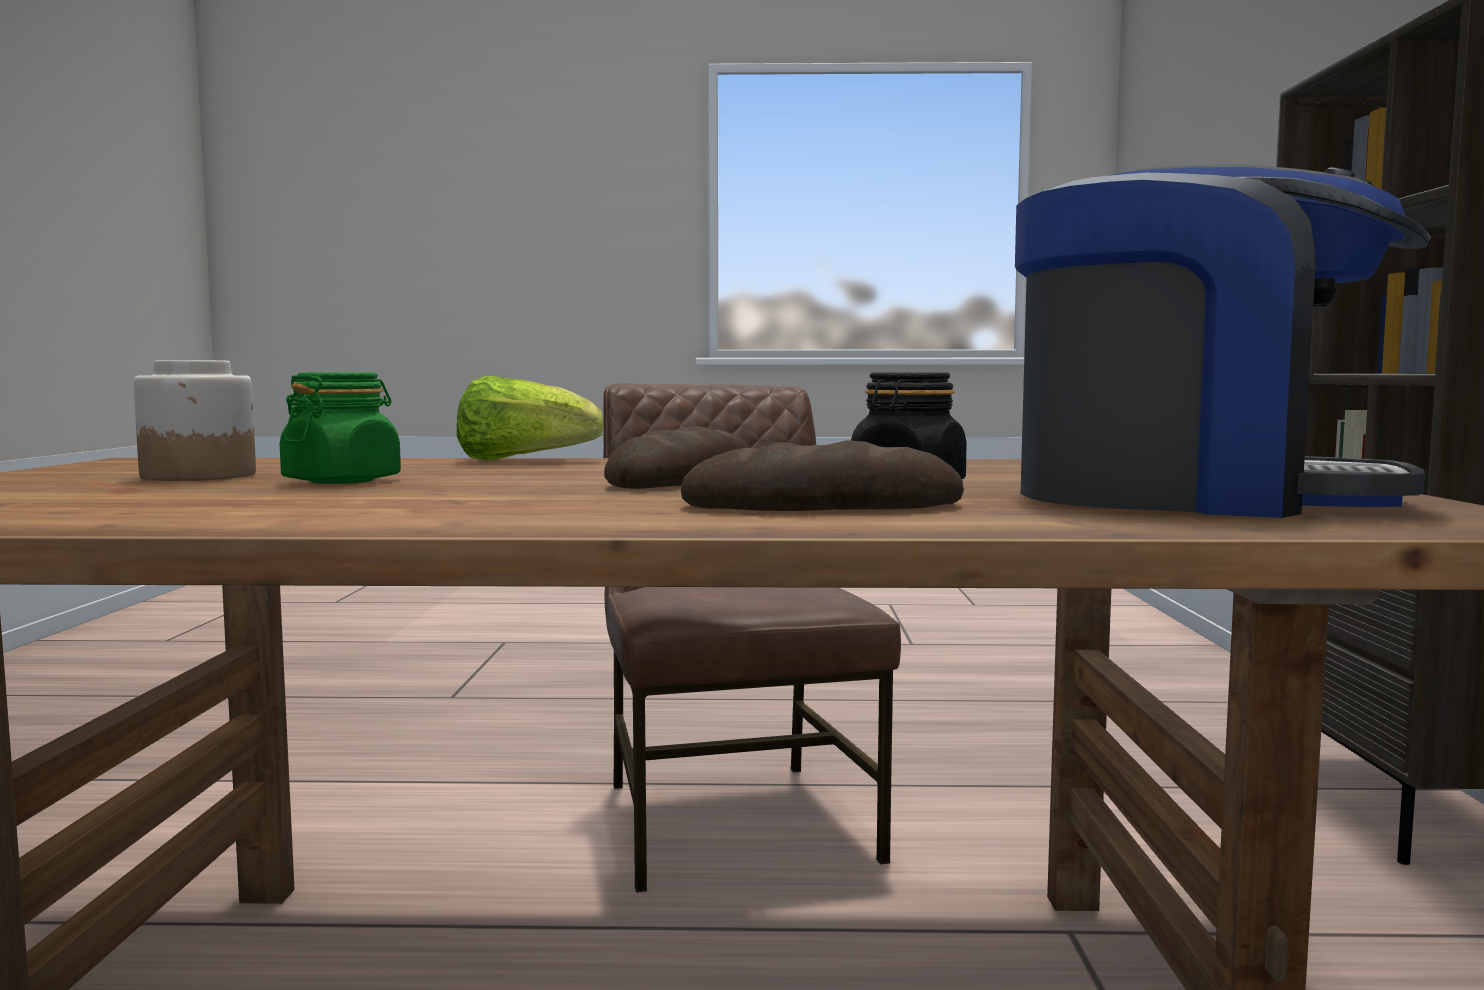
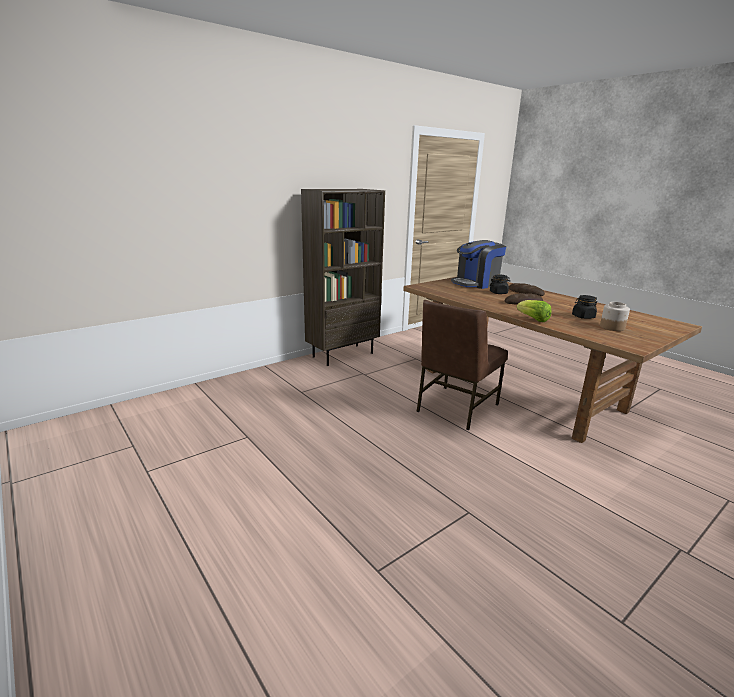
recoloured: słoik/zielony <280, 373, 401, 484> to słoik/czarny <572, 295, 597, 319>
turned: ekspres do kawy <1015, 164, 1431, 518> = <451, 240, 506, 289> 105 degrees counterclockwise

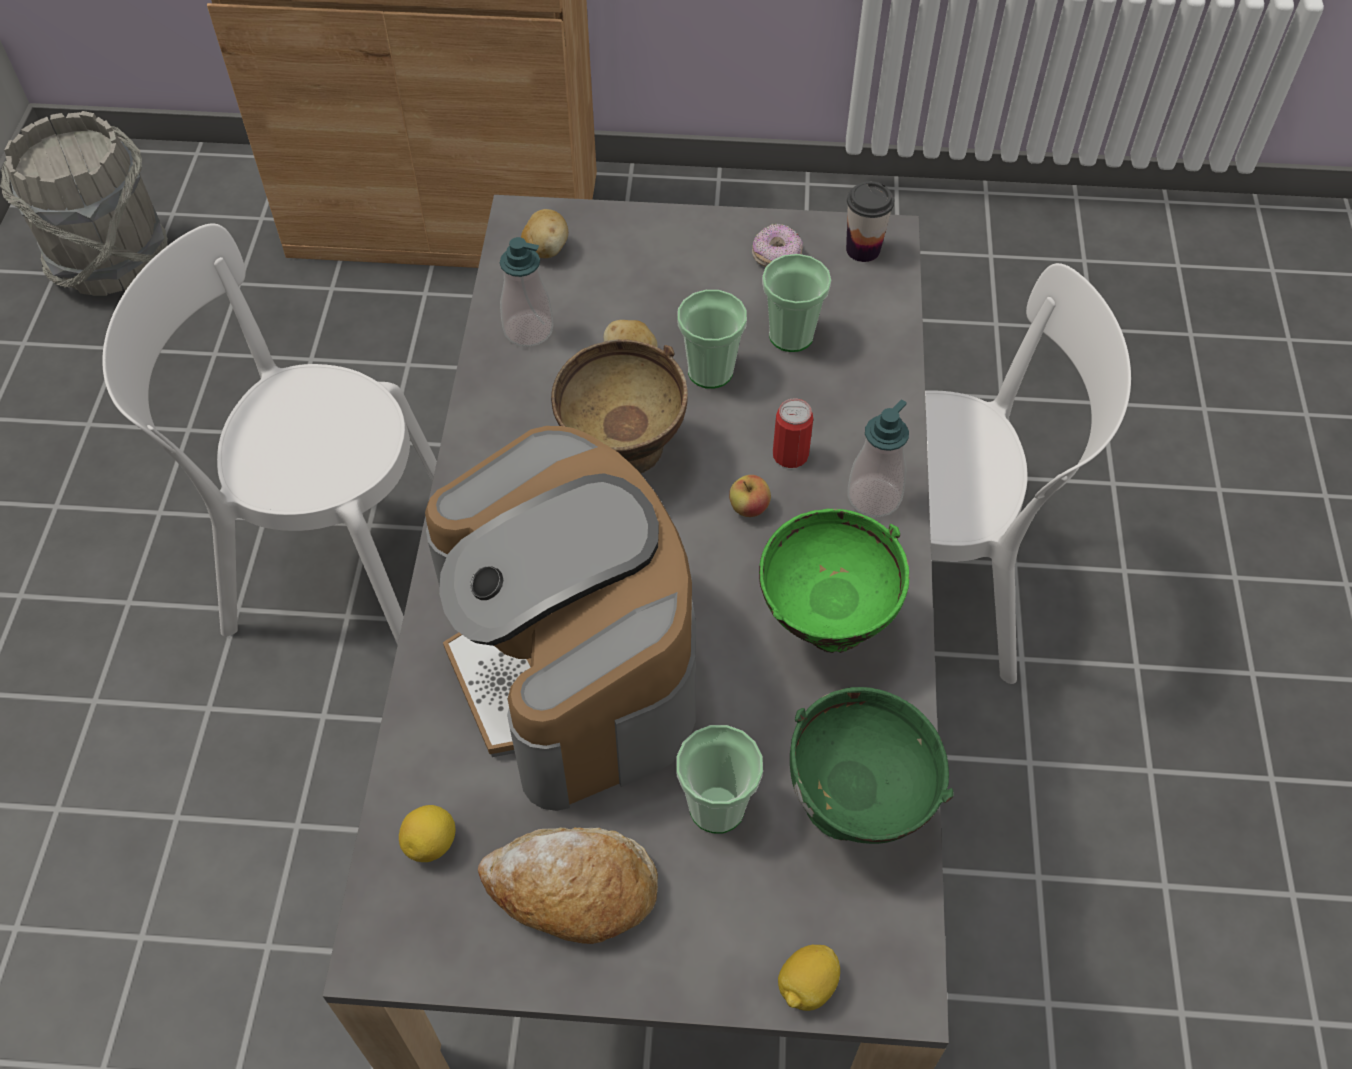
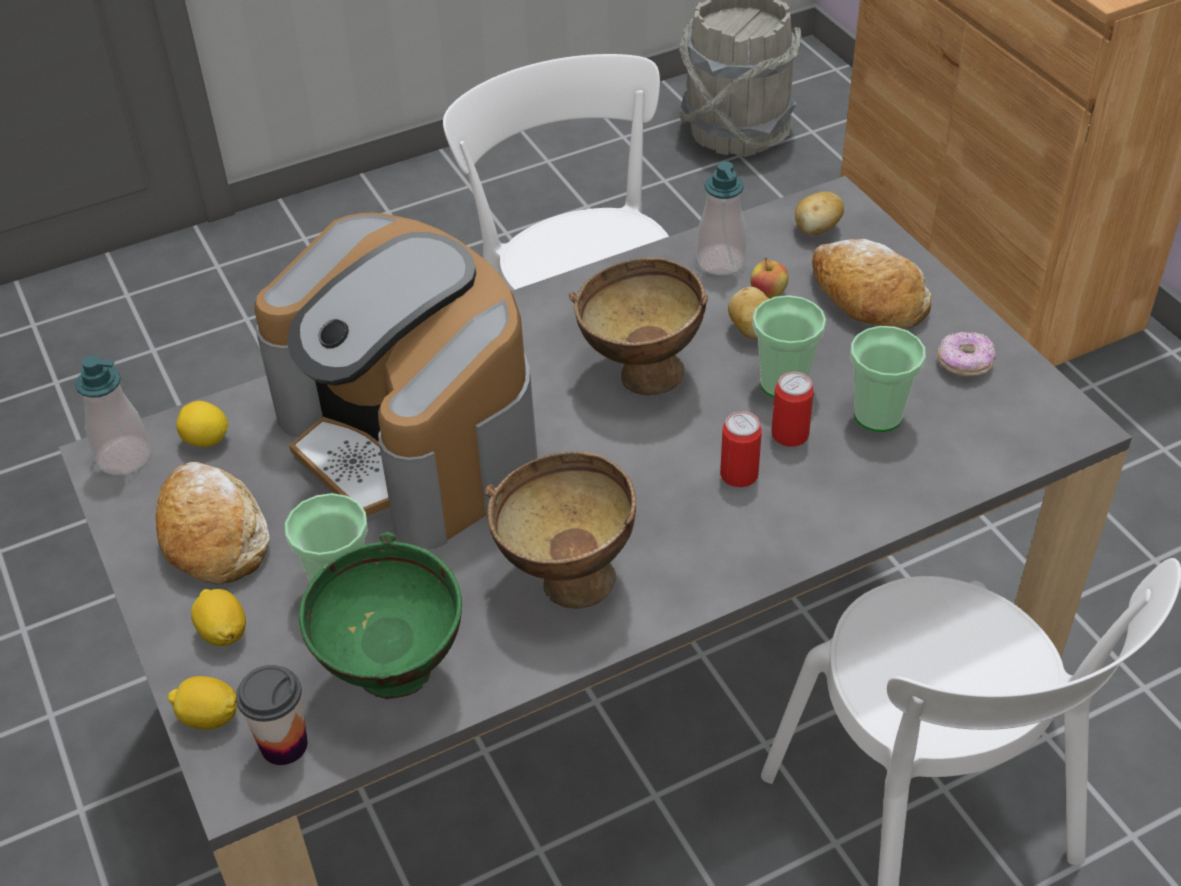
added: chleb <812, 239, 931, 329>; puszka <771, 372, 814, 447>; cytryna <191, 589, 246, 646>
moved: filiżanka <846, 181, 894, 262> to <236, 665, 308, 765>; dozownik mydła <847, 400, 909, 518> to <75, 355, 151, 475>; jabłko <729, 475, 771, 517> to <750, 258, 789, 299>
recoloured: miska/zielony <759, 509, 909, 653> to miska/brązowy <485, 452, 636, 609>
turned: ekspres do kawy <425, 426, 696, 811> = <254, 212, 538, 550> 75 degrees counterclockwise

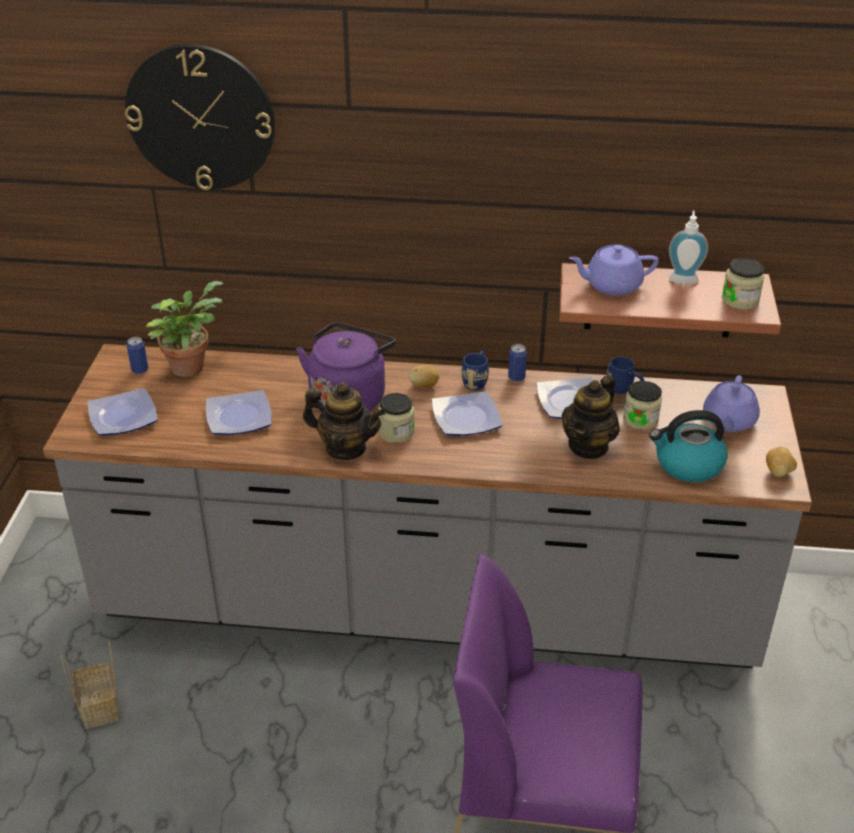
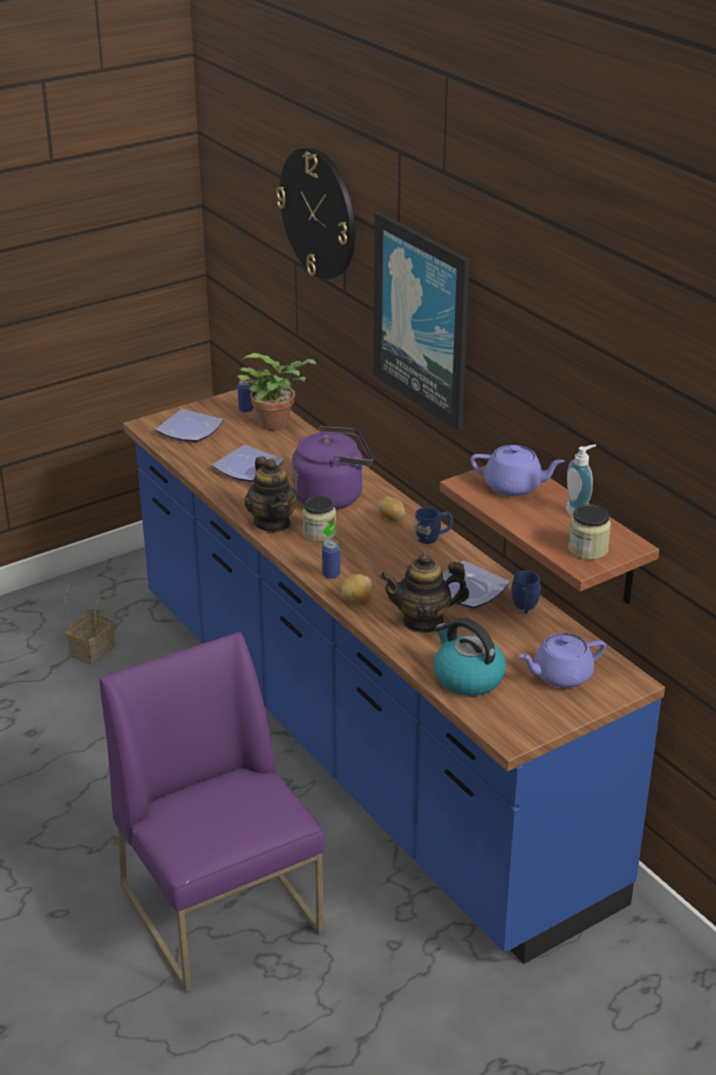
removed: słoik <623, 381, 662, 430>; talerz <432, 391, 503, 436>
added: obraz <374, 212, 470, 431>
moved: puszka <508, 344, 527, 382> to <322, 540, 340, 579>; ziemniak <766, 447, 797, 477> to <341, 574, 372, 601>
recoloured: zabudowa kuchenna/szary <43, 344, 812, 668> to zabudowa kuchenna/niebieski <123, 389, 665, 964>
turned: imbryk/fioletowy <569, 245, 659, 296> = <470, 445, 565, 497> 150 degrees clockwise

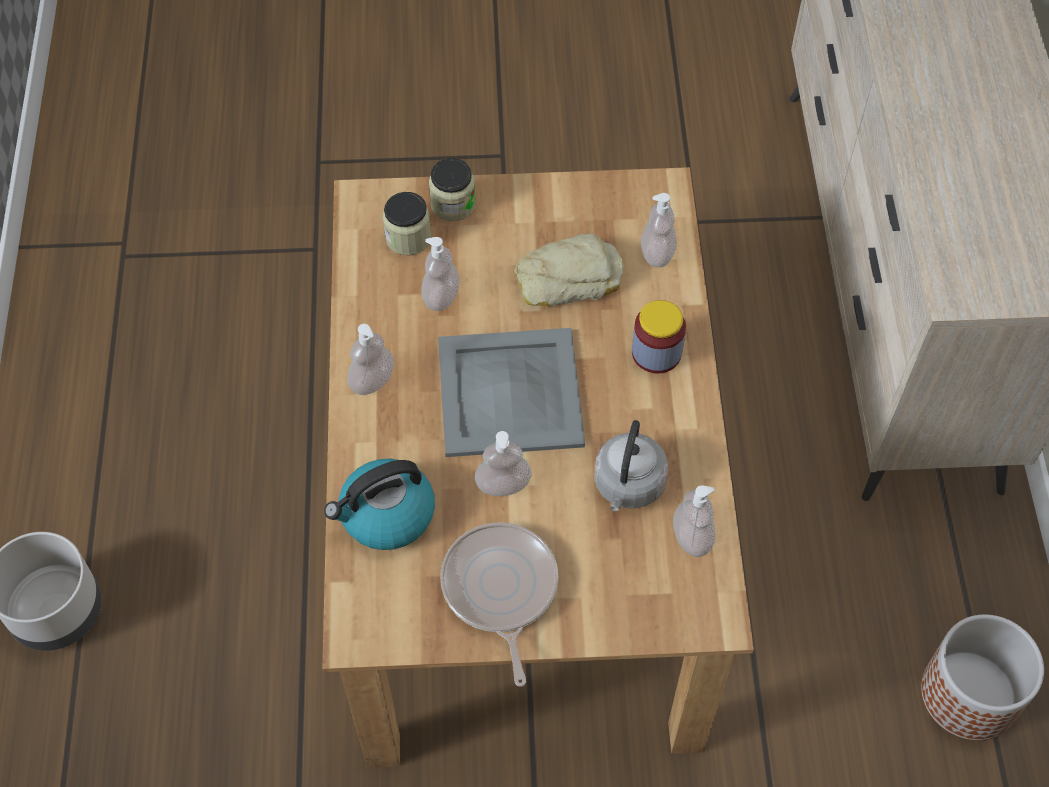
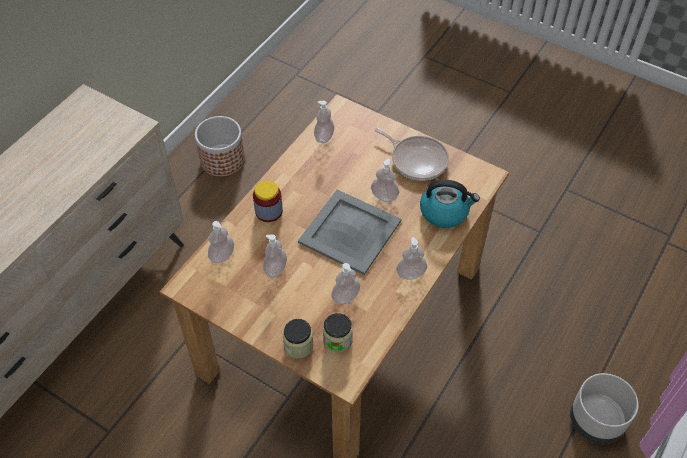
removed: czajnik/szary <594, 420, 668, 511>
replaced: chleb <515, 233, 624, 306> to dozownik mydła <263, 234, 287, 278>
turned: patelnia <440, 522, 558, 687> = <374, 128, 449, 181> 75 degrees counterclockwise

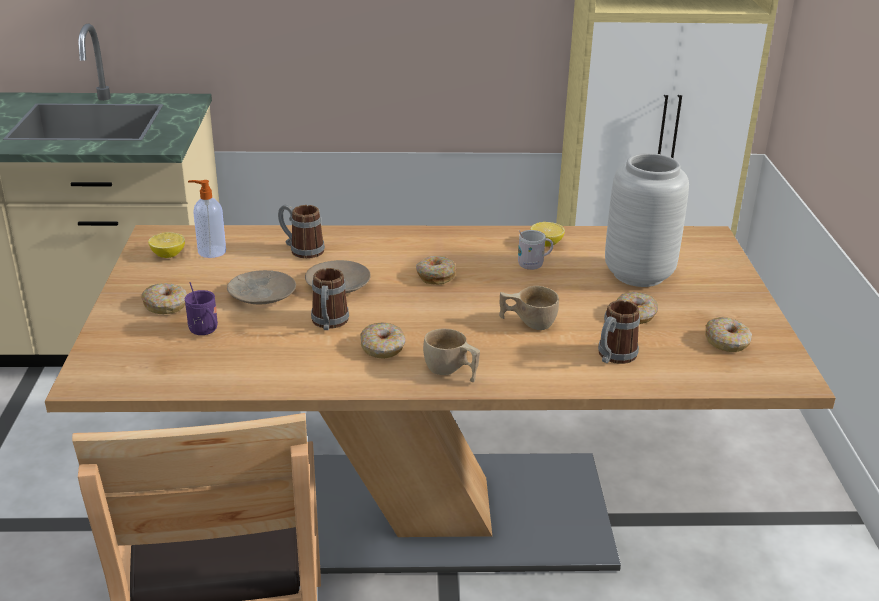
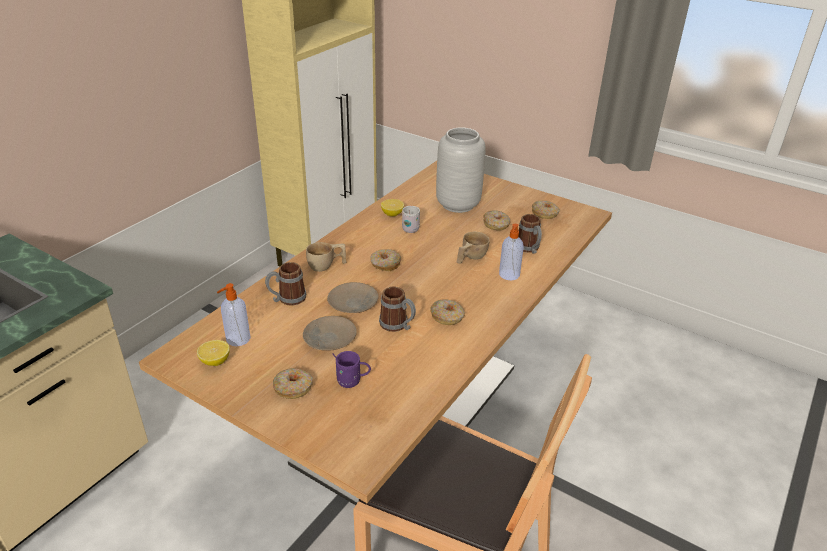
added: dozownik mydła <499, 224, 524, 280>
moved: filiżanka/beżowy <423, 329, 480, 382> to <306, 242, 347, 272>

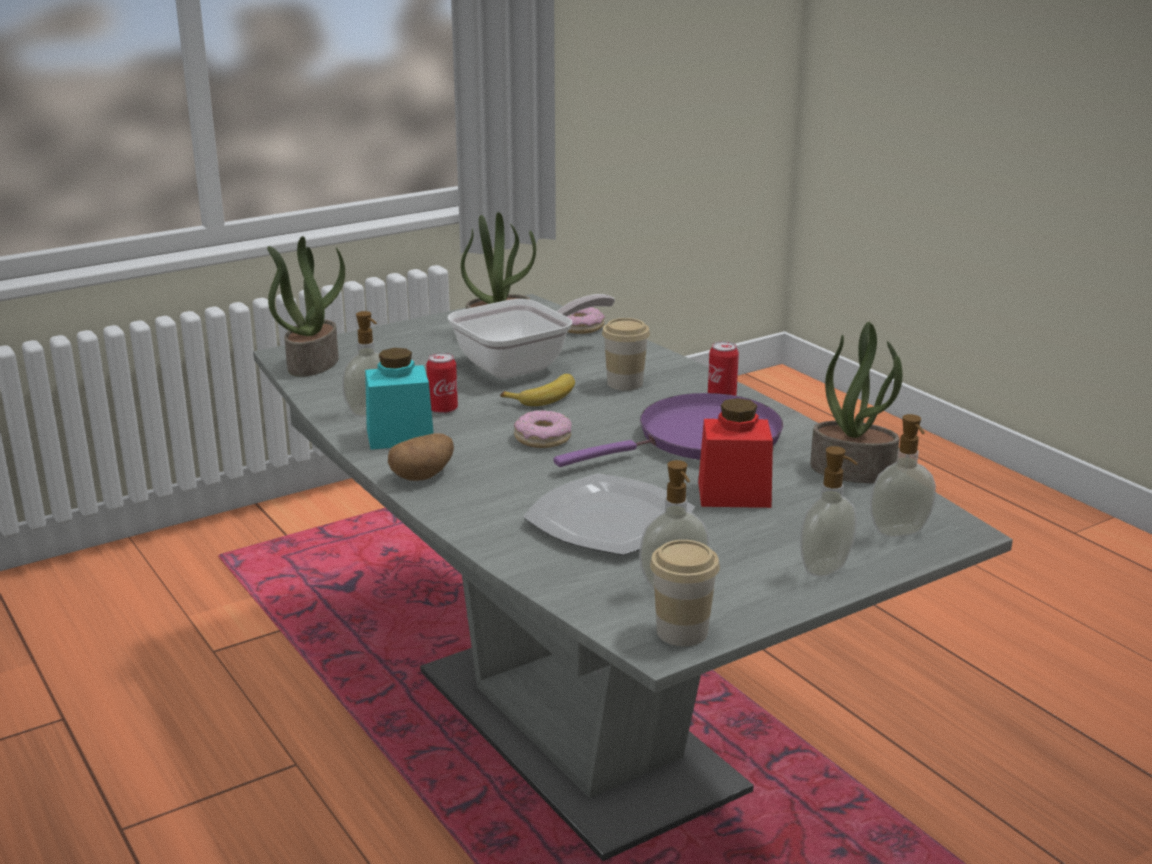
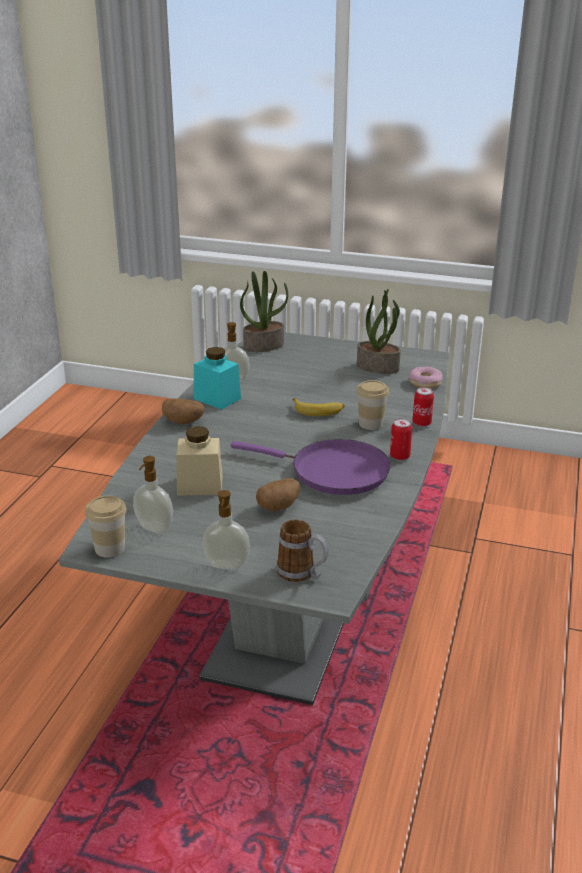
removed: patelnia <448, 294, 615, 379>; roślina doniczkowa <810, 322, 902, 483>; donut <514, 410, 572, 448>
moved: puszka <426, 353, 458, 414> to <412, 387, 434, 427>
replaced: słoik/czerwony <698, 398, 773, 508> to ziemniak <256, 478, 300, 511>; dozownik mydła <870, 414, 936, 537> to kubek <276, 519, 328, 582>; talerz <523, 473, 695, 555> to słoik/beżowy <176, 426, 223, 495>

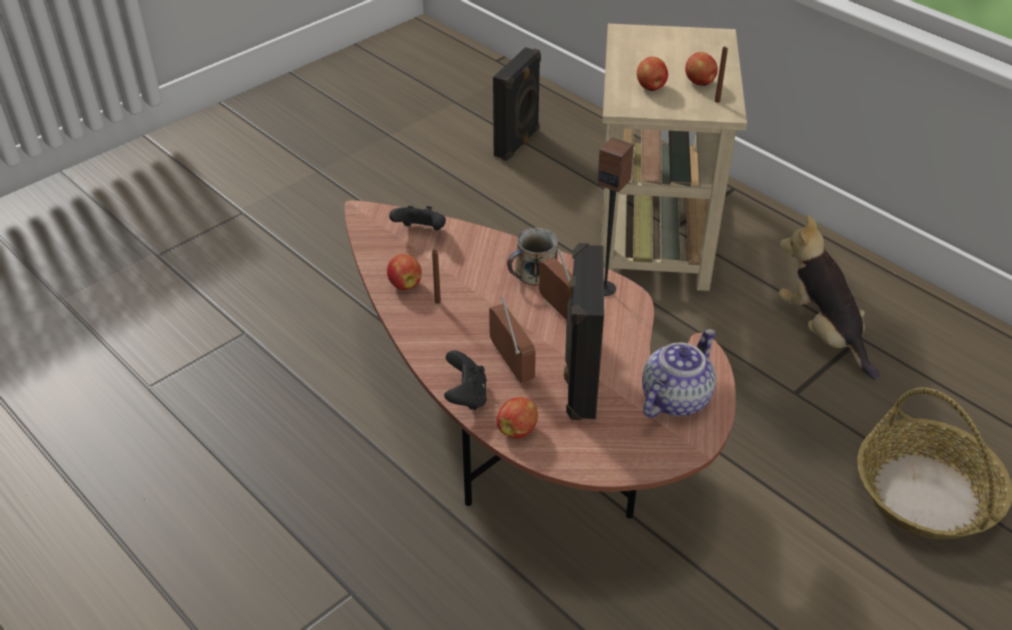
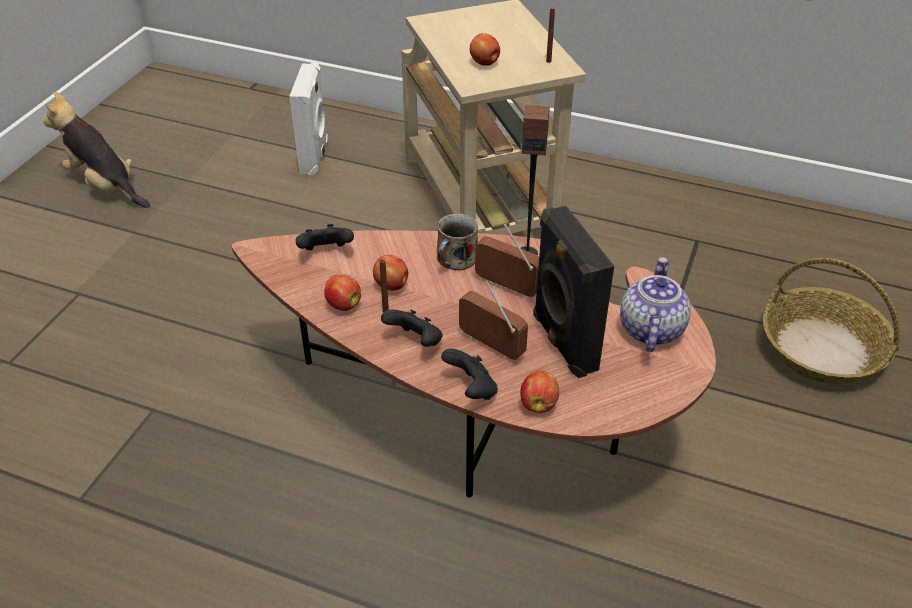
added: pad do gier/czarny <381, 309, 443, 347>
moved: jabłko <685, 52, 718, 86> to <373, 255, 408, 291>; pluszak <779, 215, 879, 380> to <43, 92, 150, 208>
recoloured: głośnik/czarny <493, 47, 541, 161> to głośnik/biały <289, 63, 328, 175>

